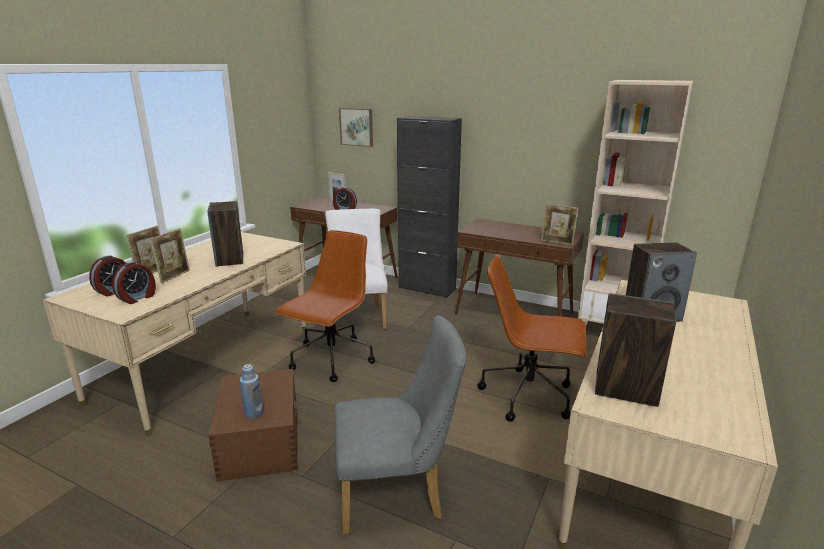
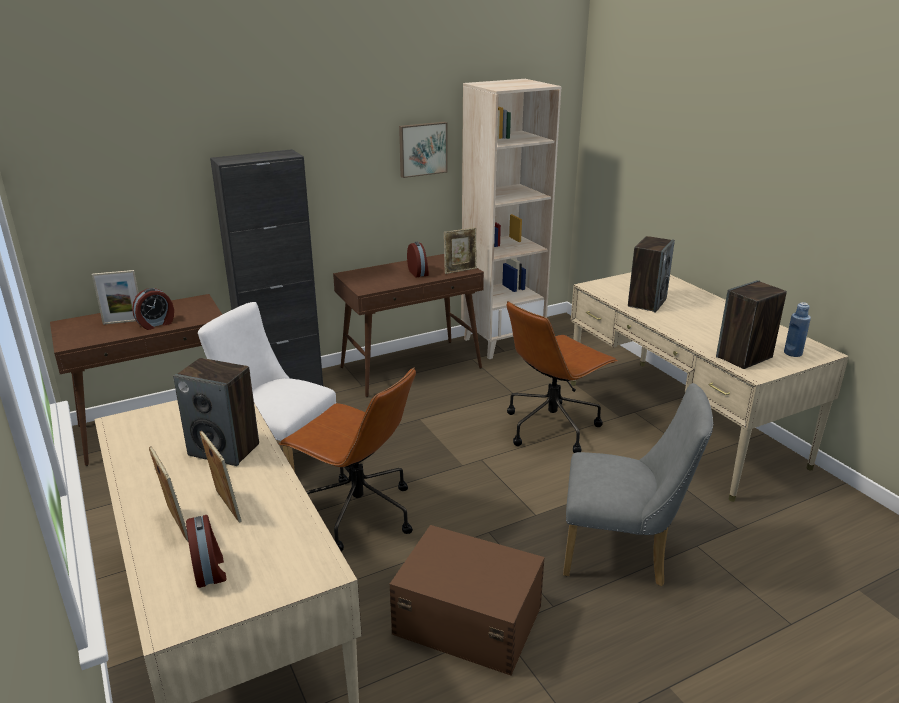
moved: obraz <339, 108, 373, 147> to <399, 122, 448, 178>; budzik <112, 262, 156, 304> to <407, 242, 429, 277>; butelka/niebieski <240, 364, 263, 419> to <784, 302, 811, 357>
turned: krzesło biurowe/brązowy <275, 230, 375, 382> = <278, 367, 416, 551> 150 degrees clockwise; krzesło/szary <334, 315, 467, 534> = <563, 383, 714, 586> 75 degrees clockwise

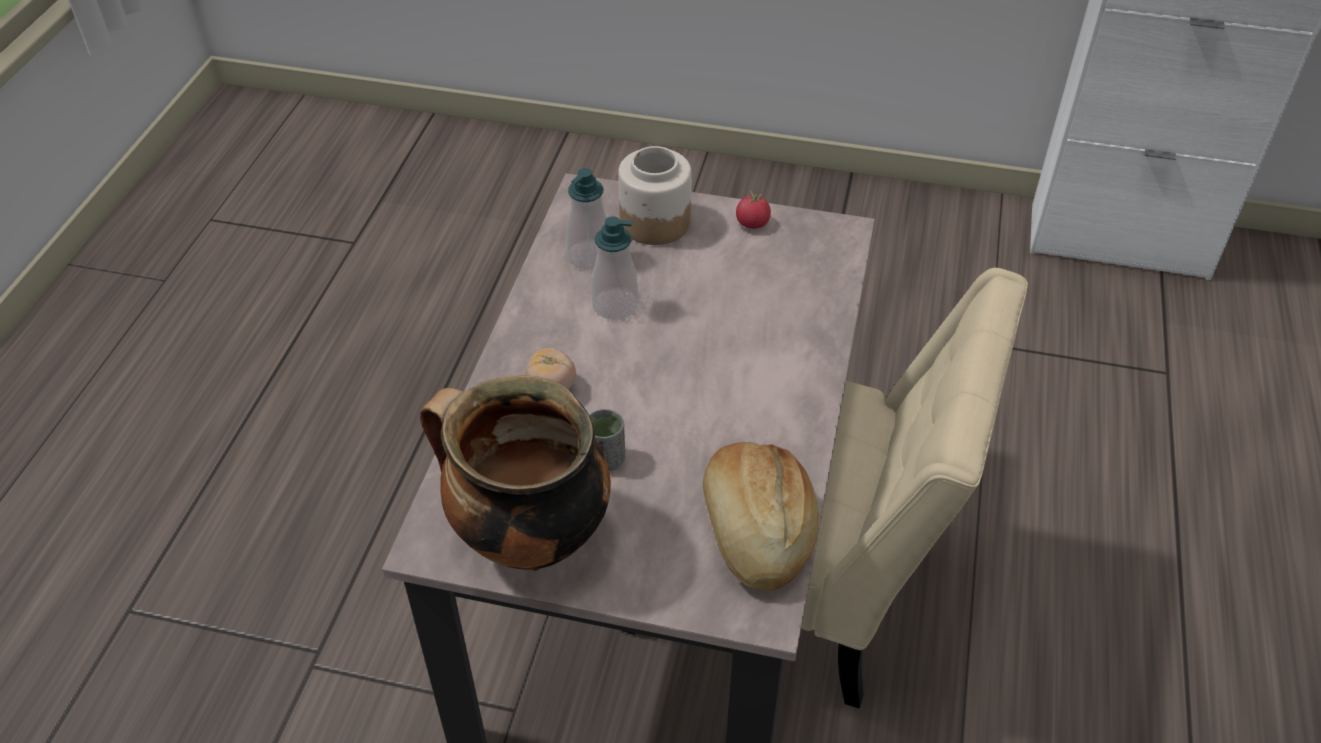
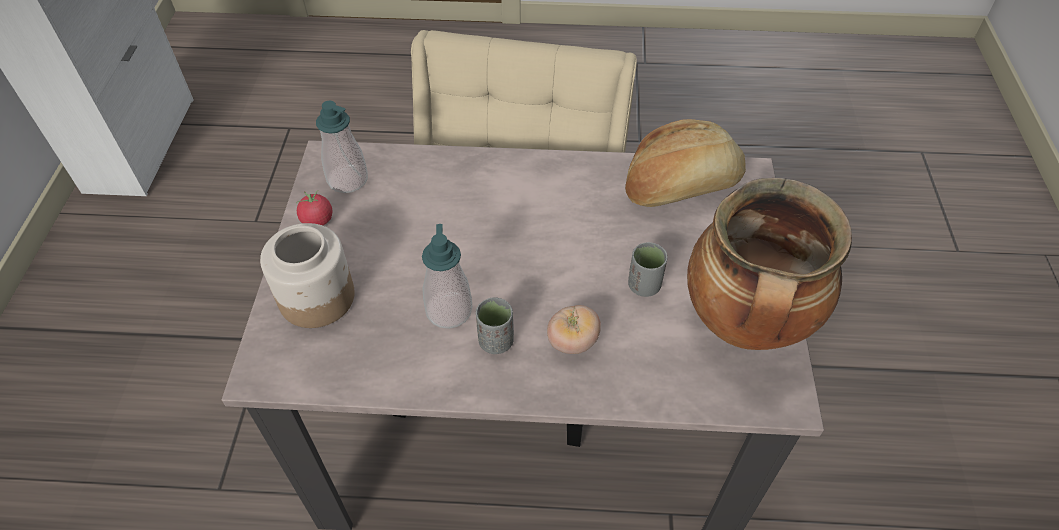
added: filiżanka/szary <476, 297, 514, 354>
moved: dozownik mydła <566, 168, 607, 269> to <316, 101, 368, 193>

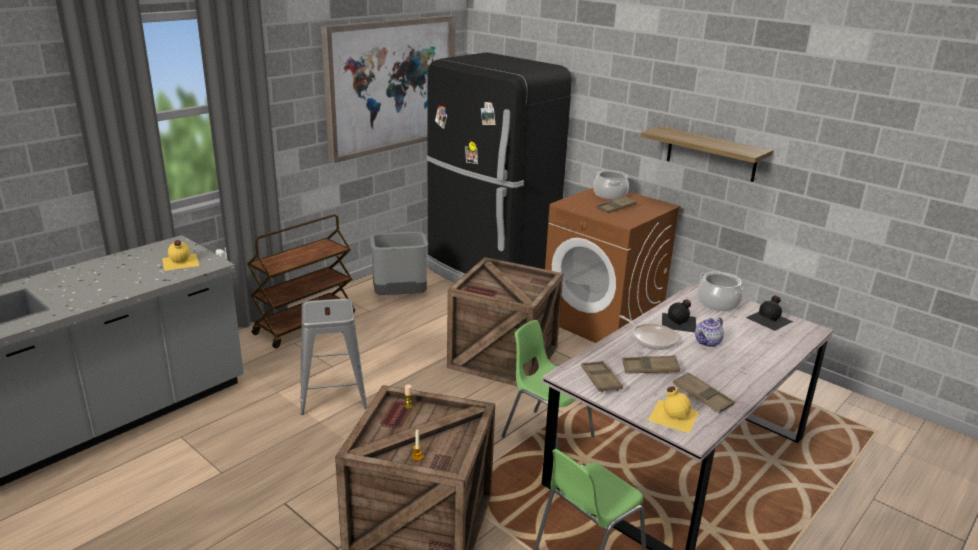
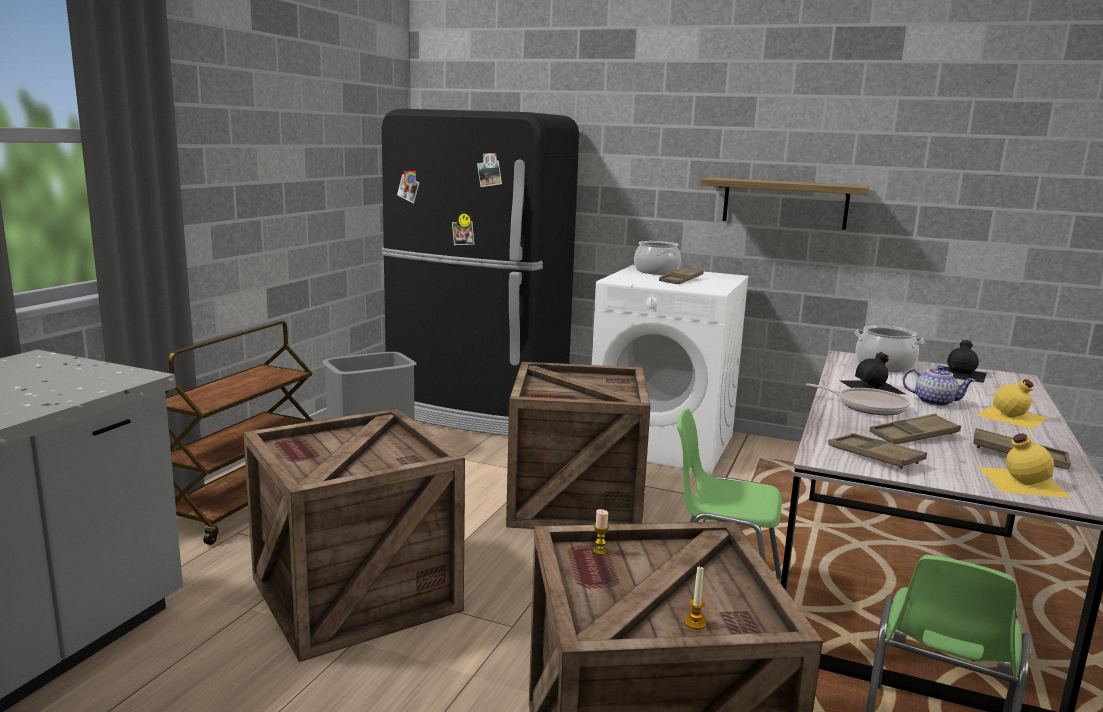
removed: obraz <321, 15, 456, 163>
moved: butelka/żółty <162, 240, 199, 271> to <977, 379, 1047, 429>
replaced: stołek/szary <300, 299, 367, 415> to skrzynka <243, 408, 465, 662>
recoloured: pralka/brązowy <545, 188, 681, 343> to pralka/biały <592, 265, 749, 474>
turned: imbryk <695, 317, 724, 347> = <903, 365, 976, 406> 90 degrees counterclockwise

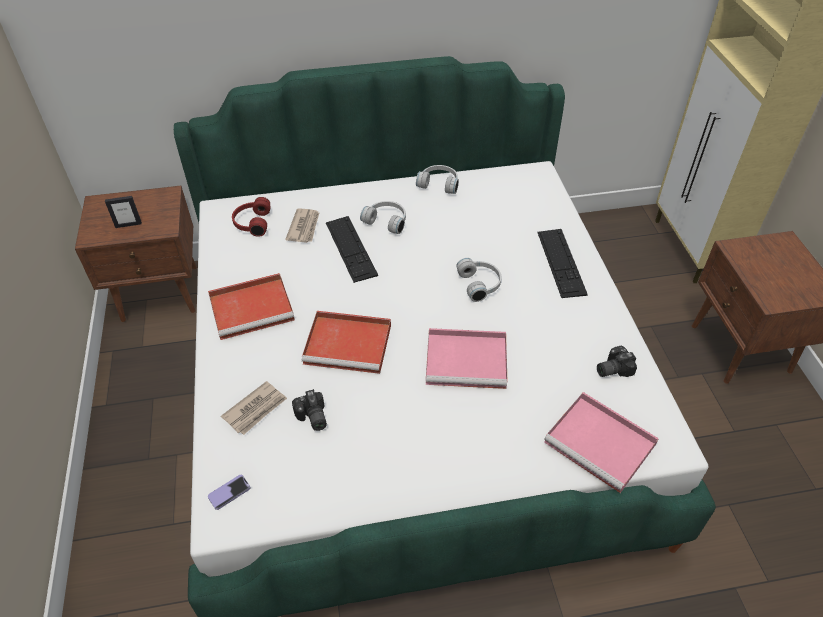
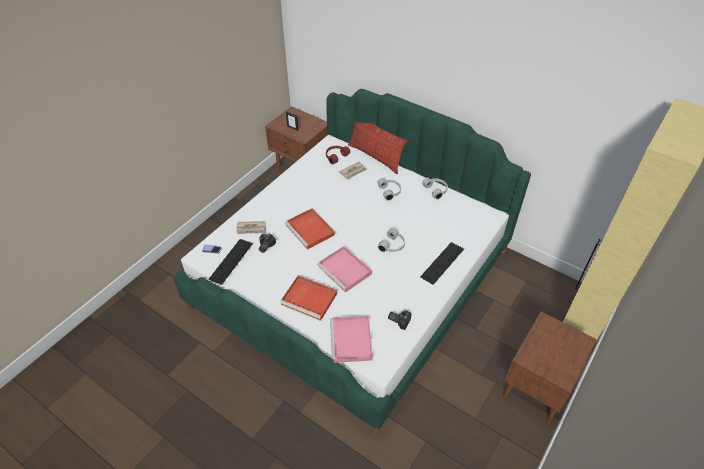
added: poduszka <348, 120, 407, 174>
moved: klawiatura <326, 216, 378, 283> to <208, 239, 253, 285>; taca/czerwony <208, 273, 295, 340> to <280, 275, 337, 321>

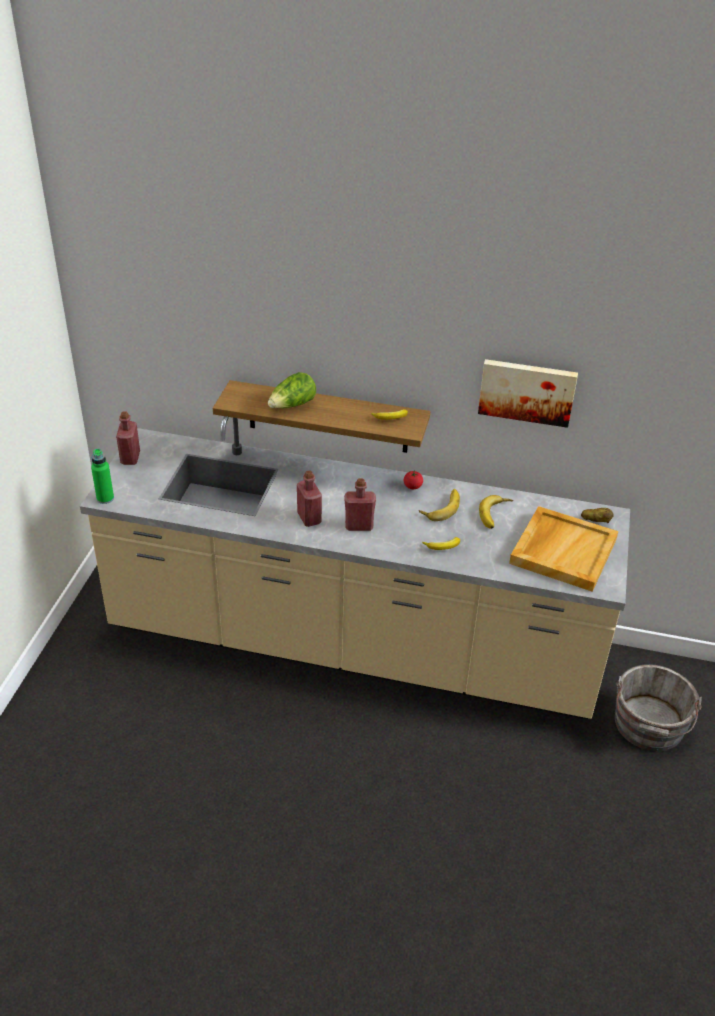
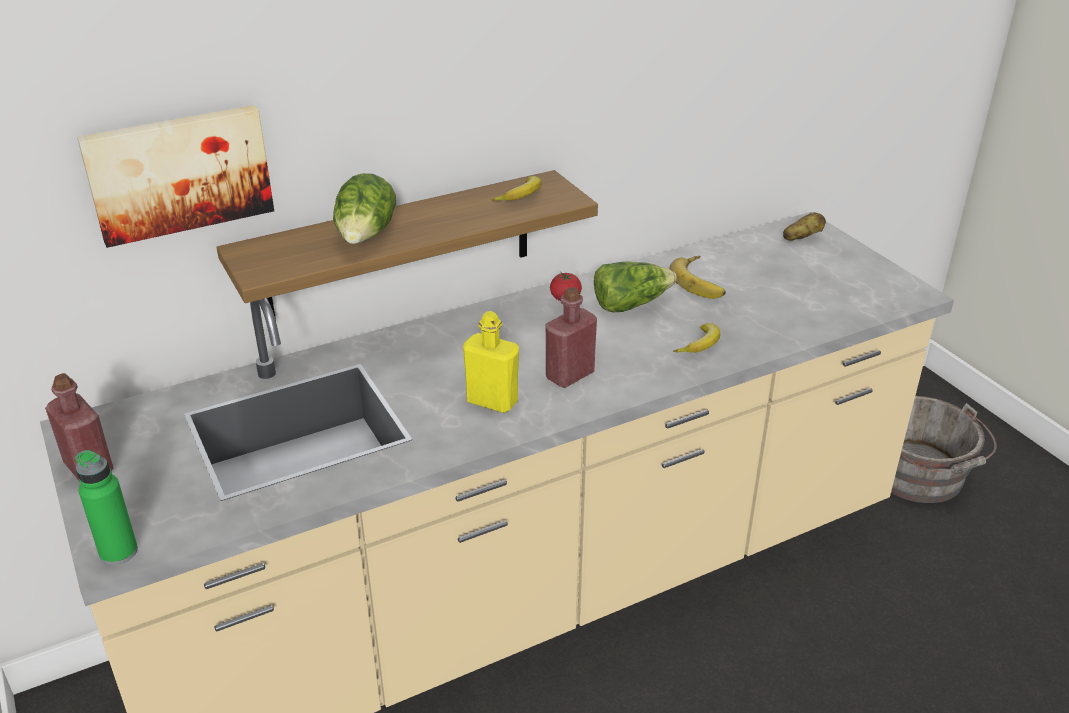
removed: taca/beżowy <509, 506, 618, 592>
moved: obraz <478, 359, 578, 428> to <77, 105, 274, 248>
replaced: banan <419, 489, 460, 521> to sałata <594, 262, 677, 313>
recoloured: butelka/czerwony <297, 470, 322, 527> to butelka/żółty <463, 311, 519, 413>

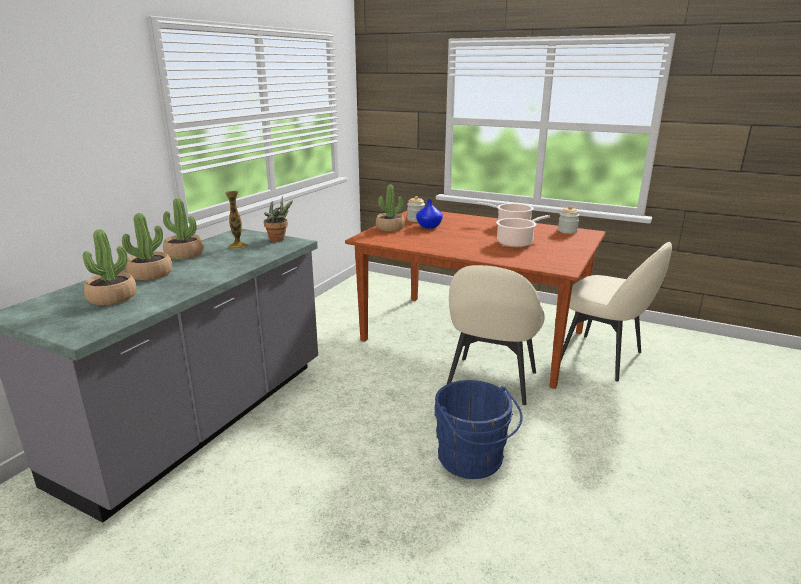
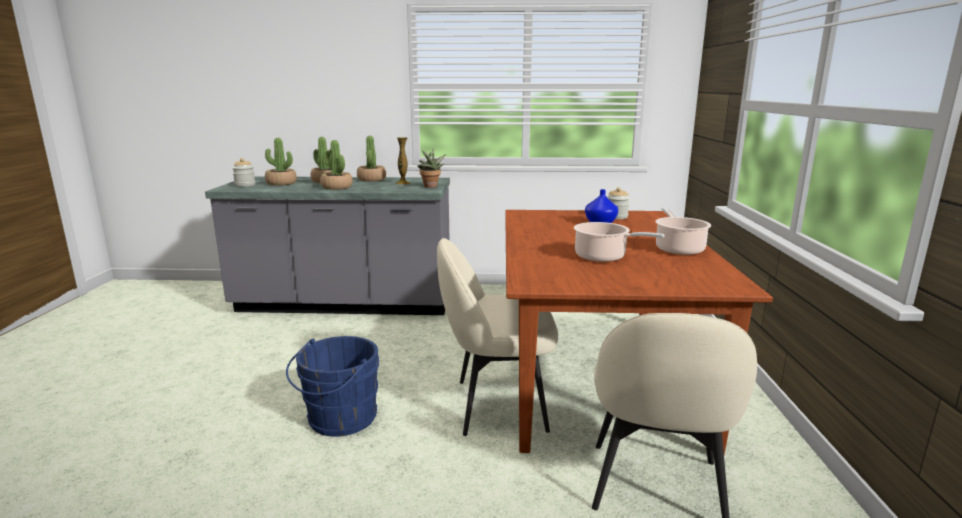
moved: roślina doniczkowa <376, 184, 405, 231> to <320, 140, 353, 190>; słoik <558, 206, 580, 234> to <232, 158, 255, 187>

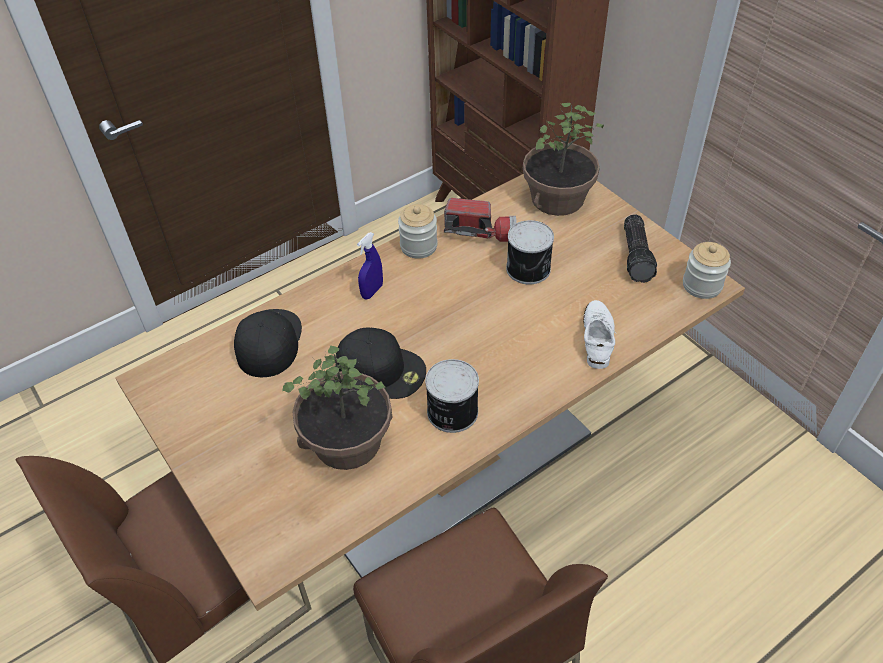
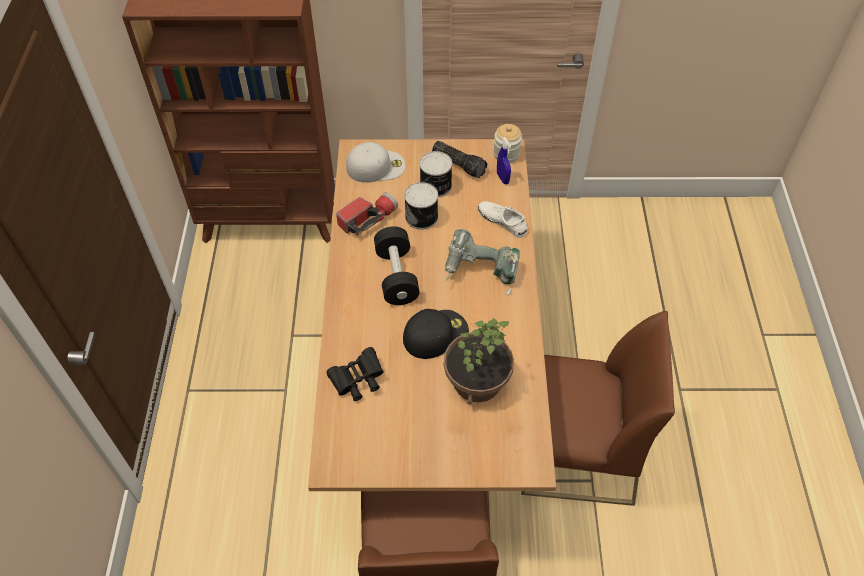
removed: słoik <398, 204, 438, 259>
added: hantel/czarny <374, 226, 420, 305>; wiertarka <445, 229, 520, 295>
moved: spryskiwacz/niebieski <357, 232, 383, 300> to <497, 137, 511, 184>; puszka <425, 359, 479, 433> to <420, 151, 452, 197>
replaced: roślina doniczkowa <523, 103, 604, 216> to czapka z daszkiem/biały <346, 142, 405, 183>; czapka z daszkiem/czarny <234, 309, 302, 378> to lornetka/czarny <326, 347, 384, 401>

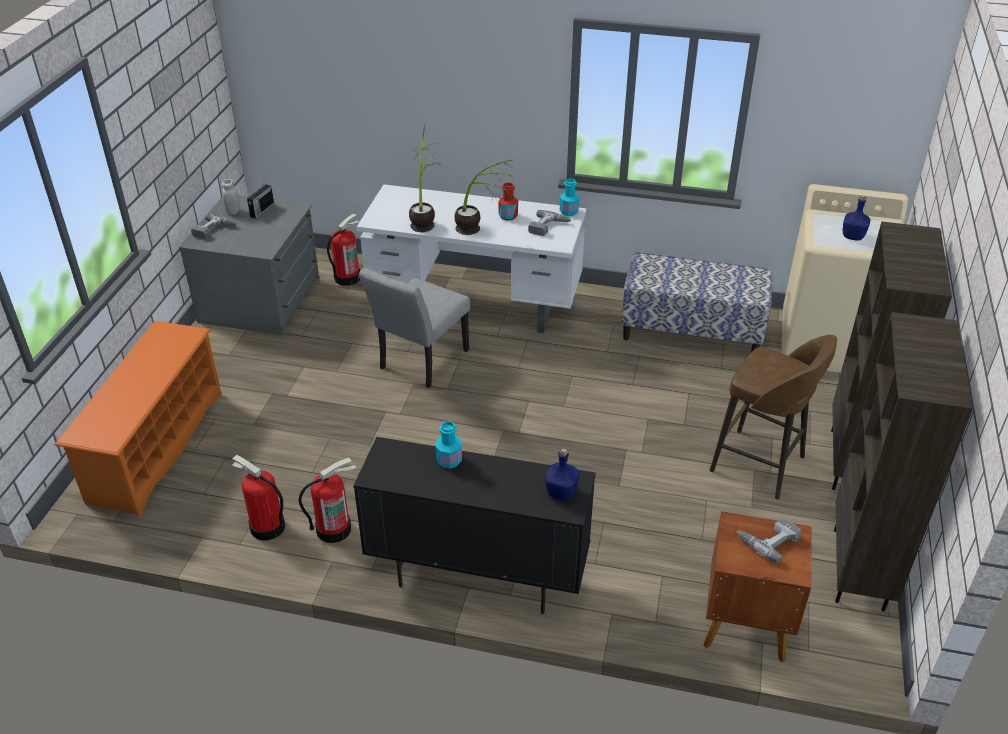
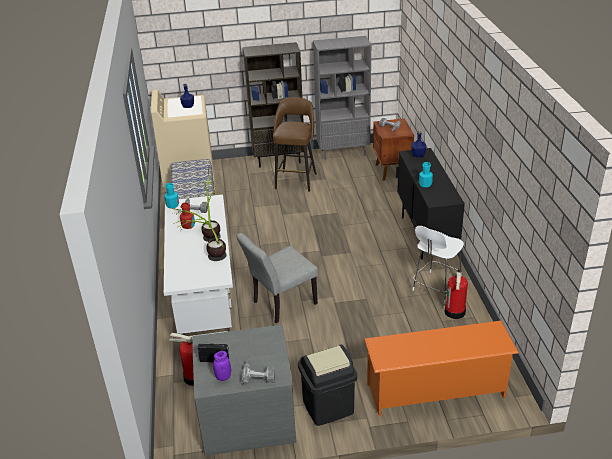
added: kosz na śmieci/czarny <298, 345, 357, 426>
replaced: gaśnica <298, 457, 356, 543> to stołek/biały <412, 226, 464, 304>
recoloured: słoik/biały <222, 179, 240, 215> to słoik/fioletowy <213, 351, 231, 381>; regał/brązowy <834, 312, 973, 611> to regał/szary <313, 36, 371, 160>
turned: krzesło/szary <359, 268, 470, 388> = <236, 233, 318, 323> 135 degrees clockwise

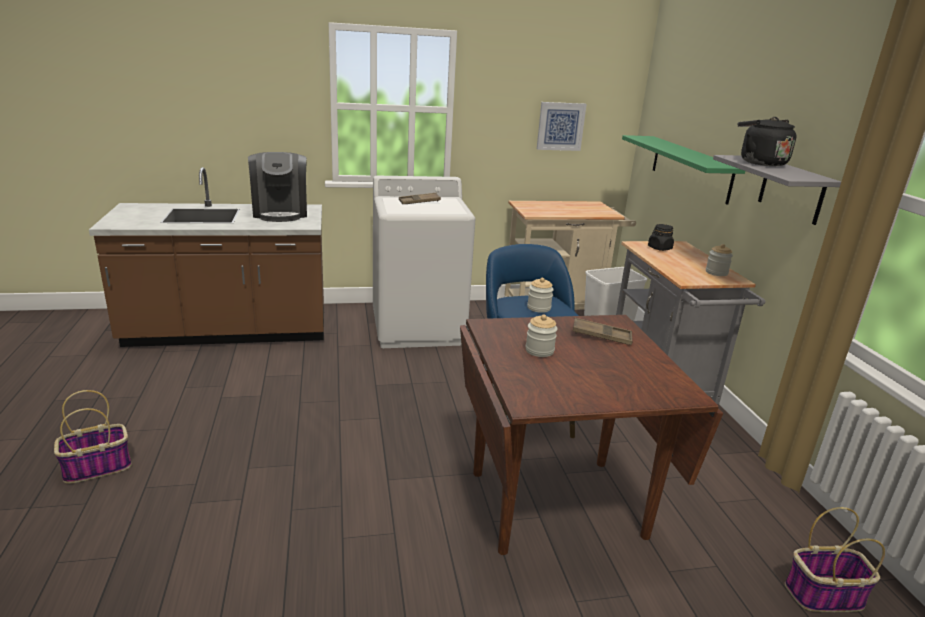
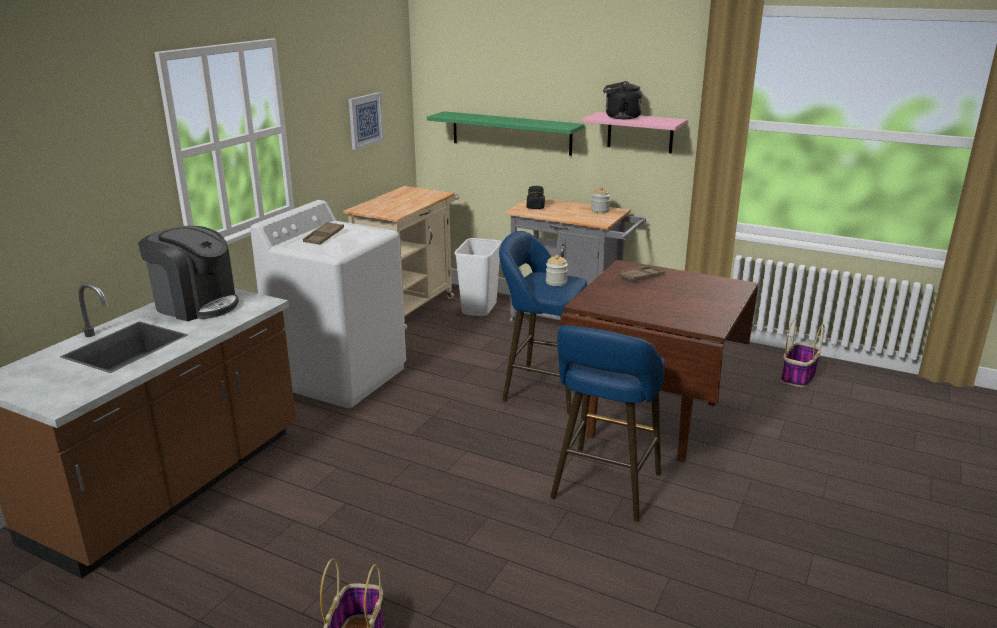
removed: słoik <525, 315, 557, 357>
added: stołek/niebieski <550, 325, 665, 522>
recoloured: półka/szary <713, 155, 841, 225> to półka/różowy <582, 112, 688, 153>

